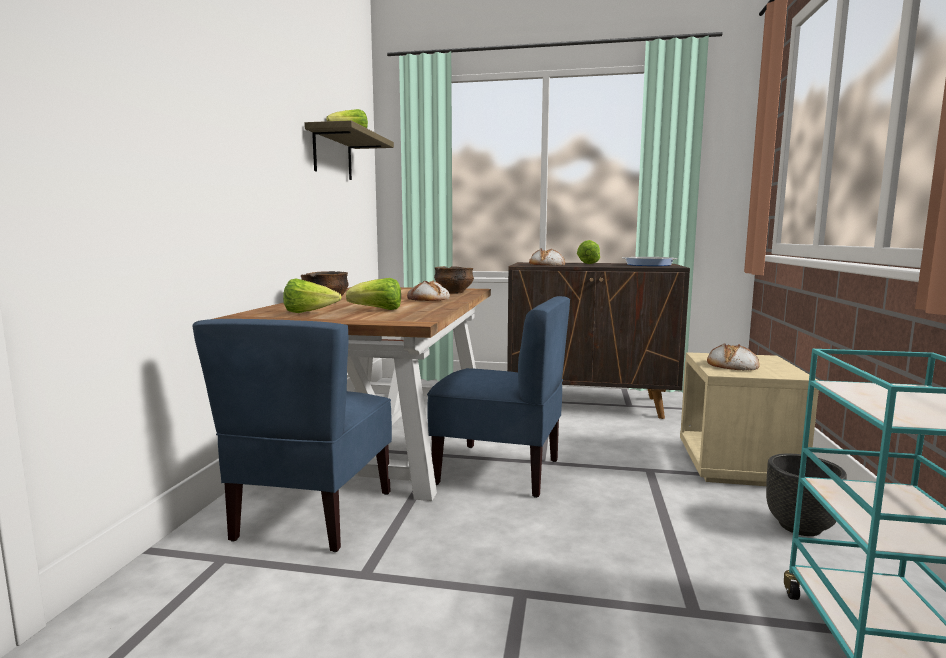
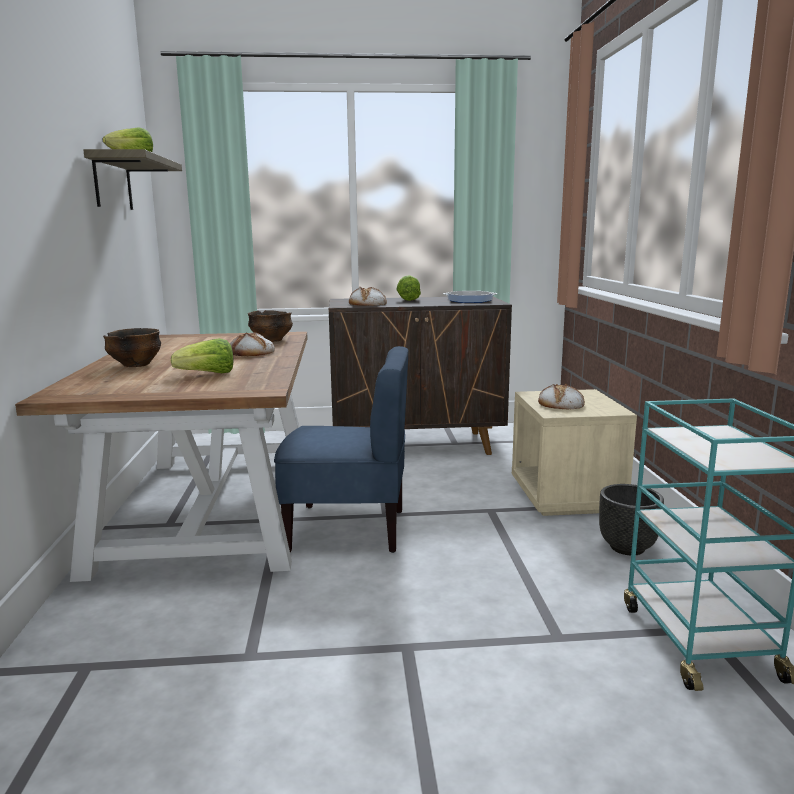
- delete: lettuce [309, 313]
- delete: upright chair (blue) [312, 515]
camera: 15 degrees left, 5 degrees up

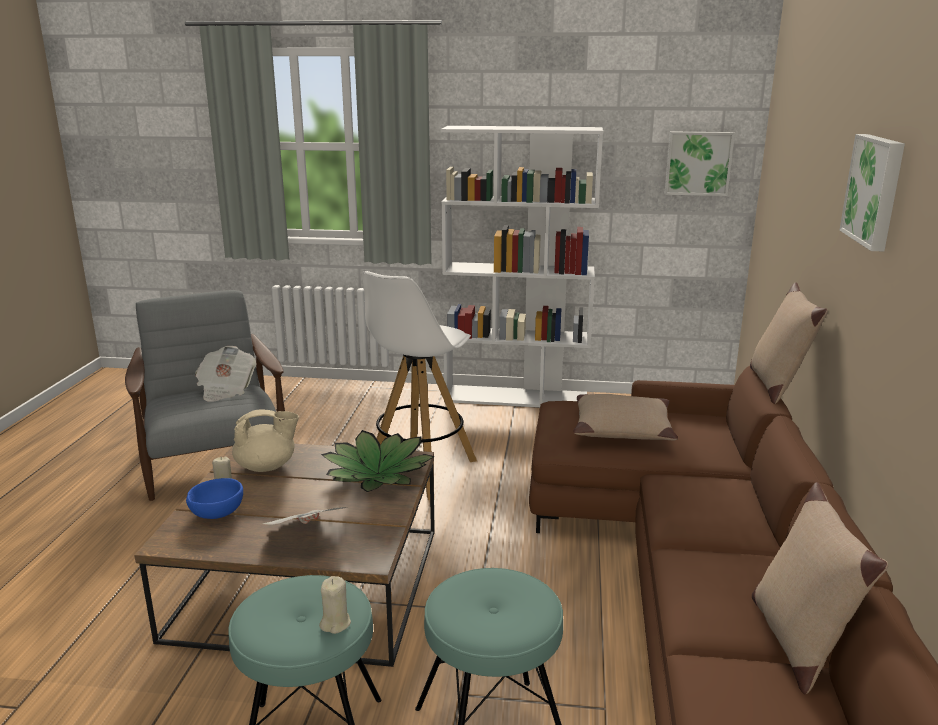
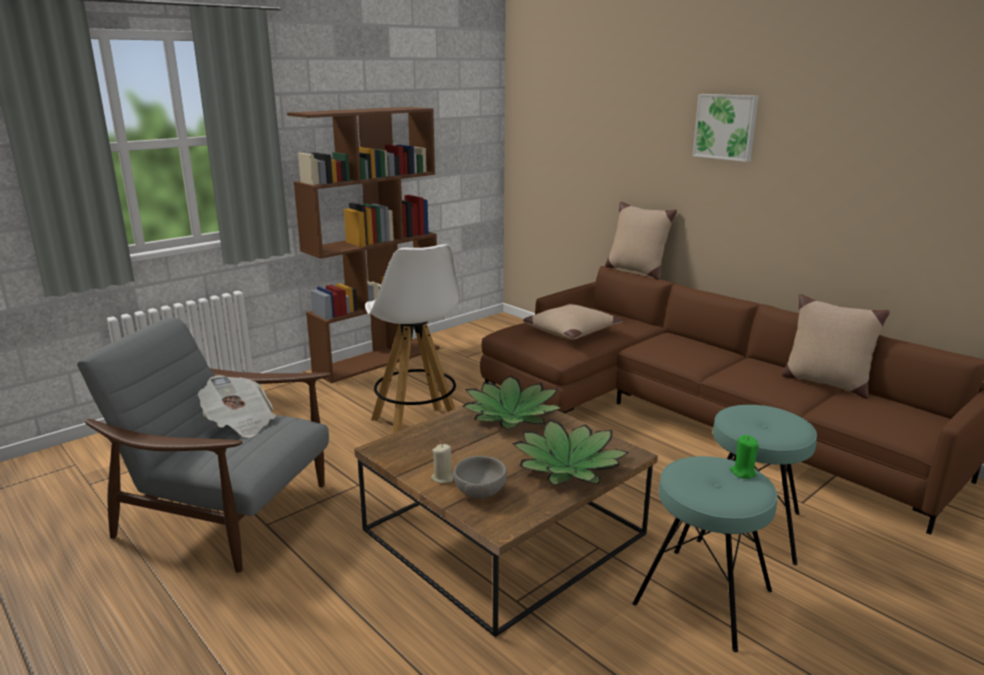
- recolor: shelving unit (white-coloured) [517, 397] to shelving unit (brownish) [378, 359]
- delete: wall art [698, 163]
- delete: teapot (beige-coloured) [267, 466]
- recolor: deep dish (blue) [218, 513] to deep dish (greyish) [481, 491]
- replace: newspaper [306, 535] to potted plant [568, 466]
- recolor: candle (beige-coloured) [335, 623] to candle (green-coloured) [743, 472]
camera: 50 degrees left, 0 degrees up

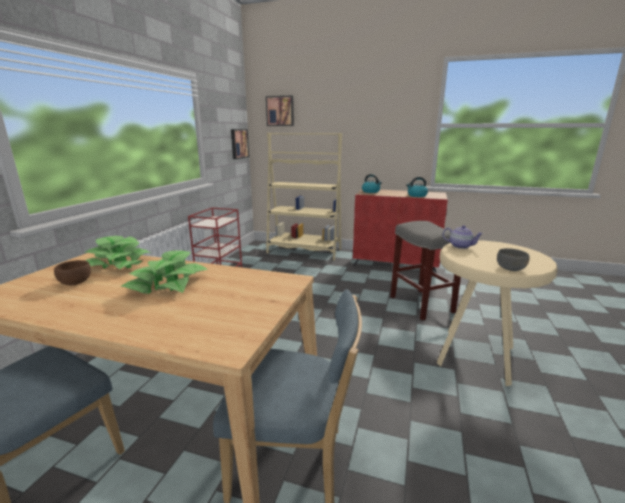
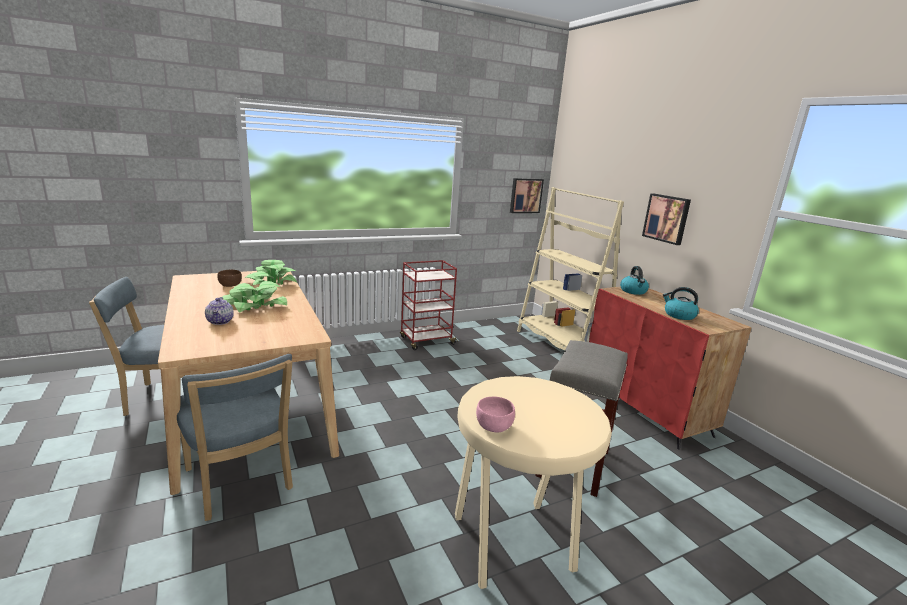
- move: wall art [280, 111] to [667, 218]
- move: teapot [460, 246] to [220, 321]
- recolor: deep dish (greyish) [511, 268] to deep dish (pinkish) [494, 426]
camera: 45 degrees right, 0 degrees up

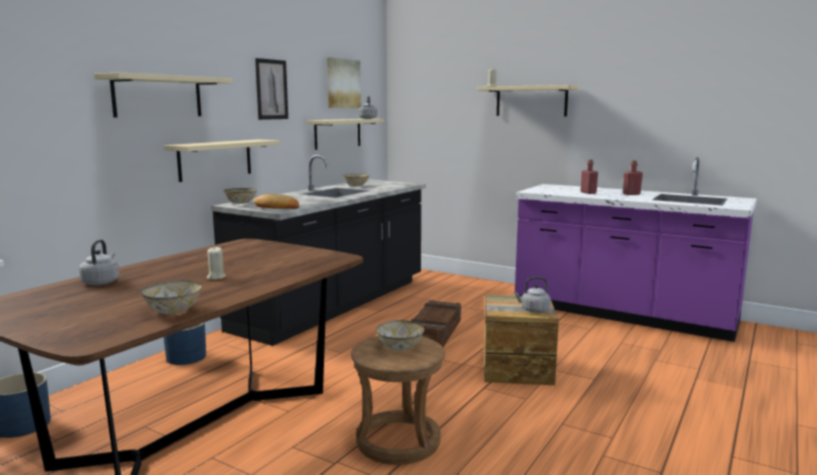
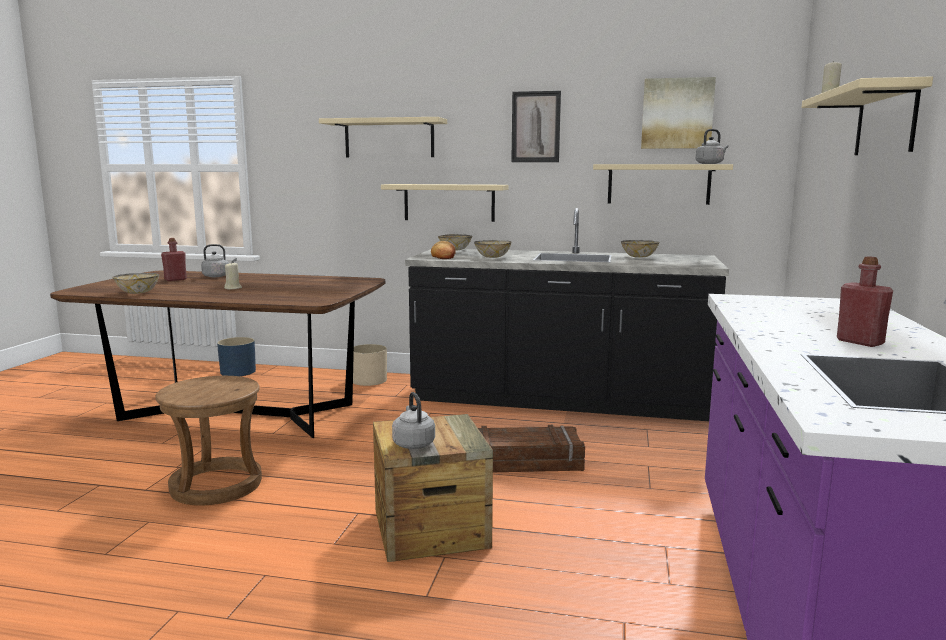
- move: bottle (reddish) [588, 192] to [175, 279]
- move: deep dish [400, 347] to [492, 257]
- recolor: planter (blue) [186, 357] to planter (beige-coloured) [369, 380]
camera: 70 degrees right, 0 degrees up

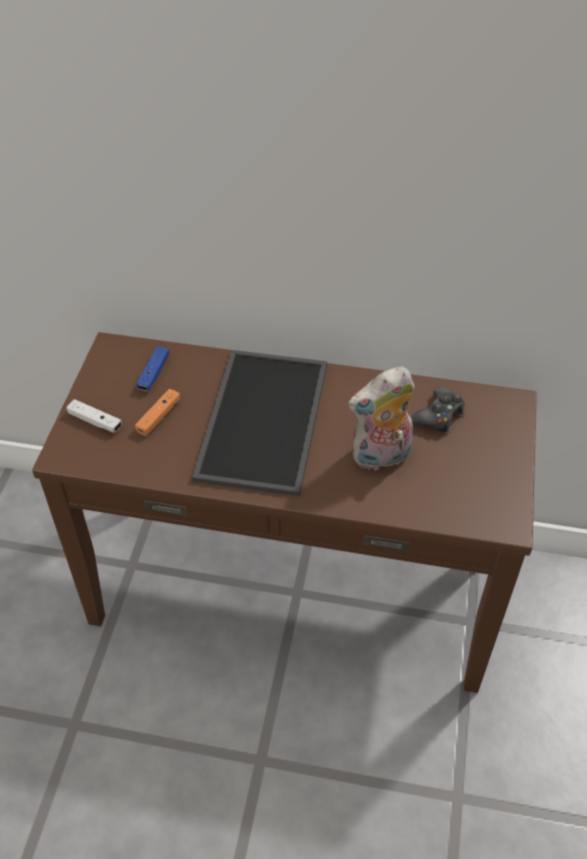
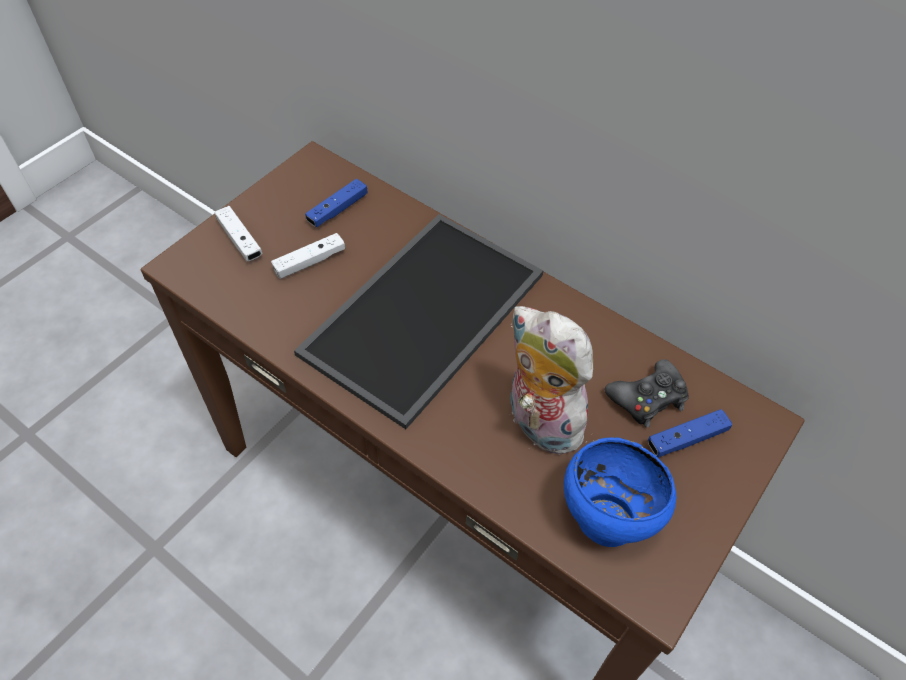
- rotate: cuddly toy [381, 457] = [538, 422] 45 degrees clockwise
- recolor: gamepad (orange) [159, 416] to gamepad (white-coloured) [310, 262]
- insert: gamepad (blue) [686, 439]
- insert: deep dish (blue) [605, 517]
camera: 25 degrees right, 5 degrees up

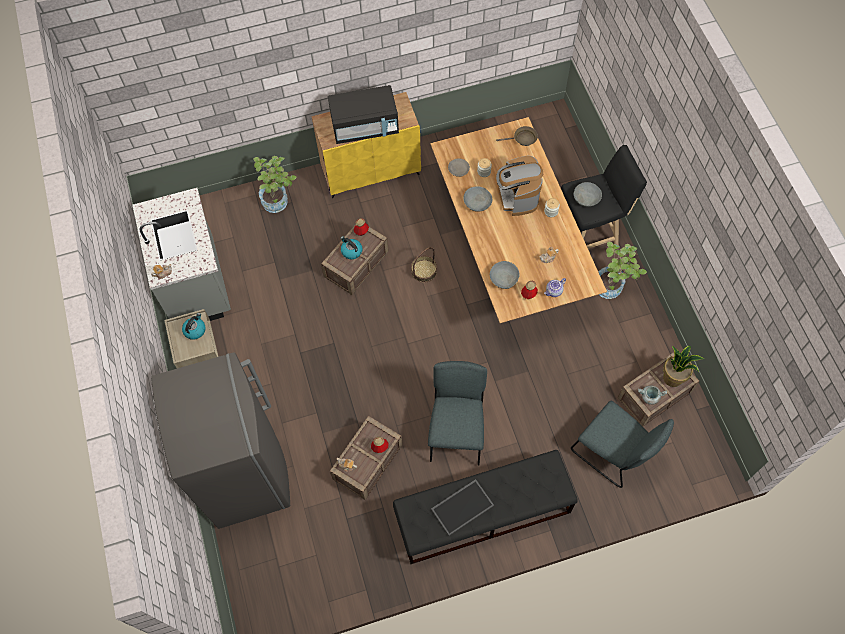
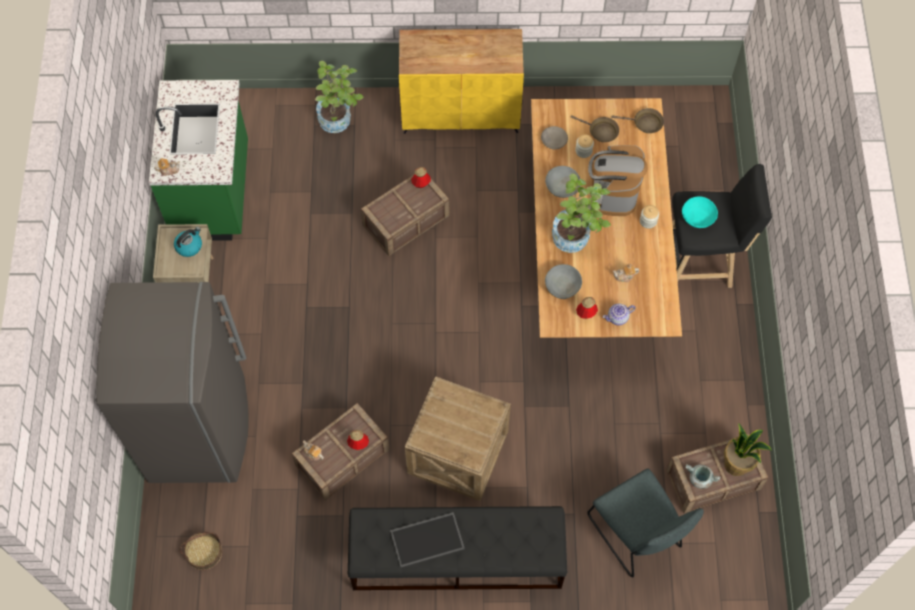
- delete: microwave oven (blackish) [365, 127]
- recolor: deep dish (greyish) [586, 199] to deep dish (turquoise-coloured) [698, 218]
- recolor: kitchen base unit (greyish) [197, 283] to kitchen base unit (green-coloured) [214, 192]
- delete: water kettle [351, 251]
- move: potted plant [612, 287] to [576, 239]
- move: storage basket [424, 271] to [204, 552]
- replace: upright chair (greyish) [456, 431] to shipping crate [459, 453]
- insert: frying pan (brownish) [601, 131]
camera: 15 degrees right, 0 degrees up

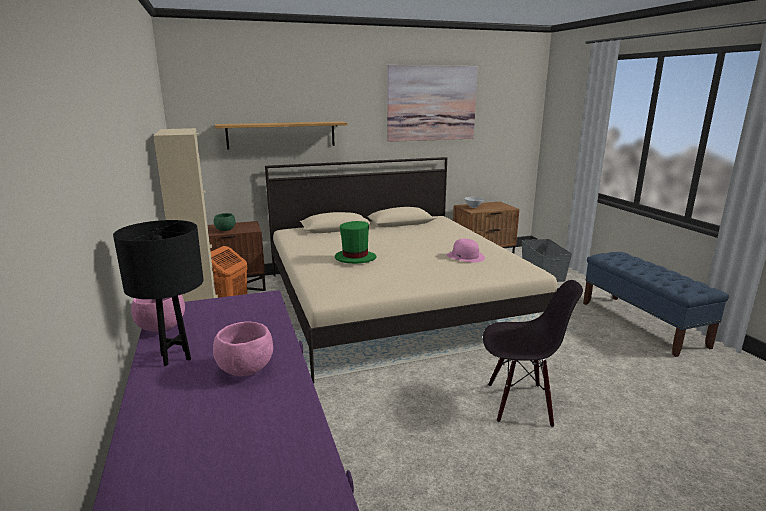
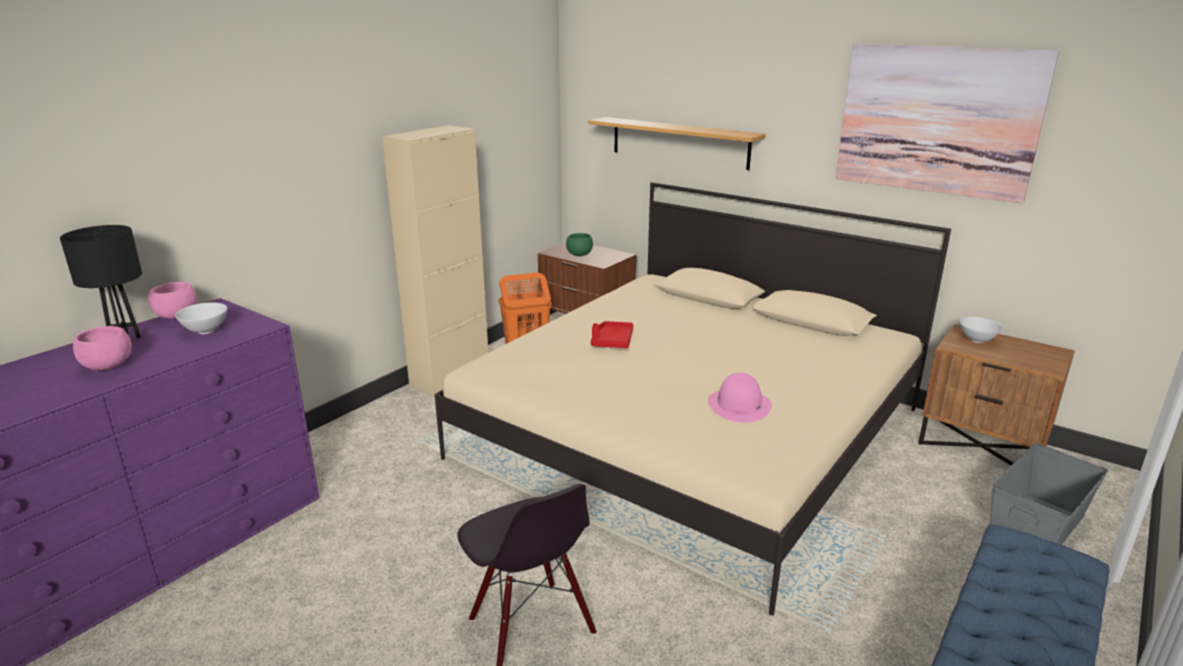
- replace: wearable hat (green-coloured) [355, 258] to serving tray (reddish) [612, 341]
- insert: deep dish (white-coloured) [206, 331]
camera: 55 degrees right, 5 degrees up

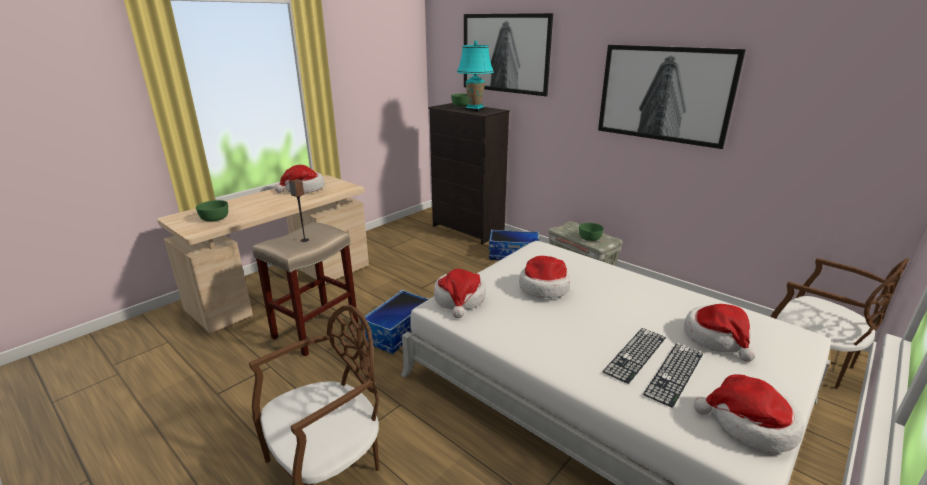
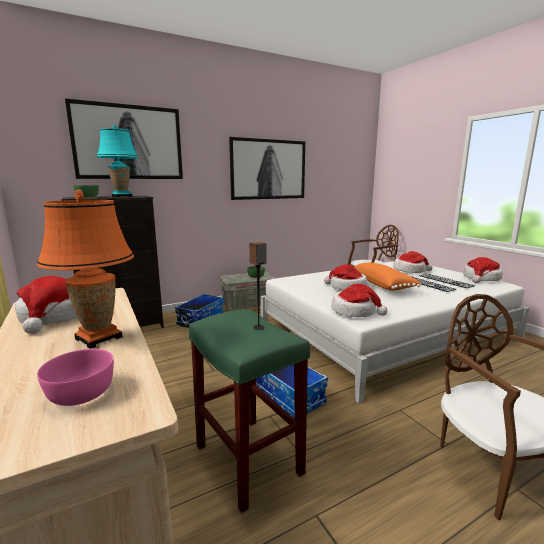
- recolor: deep dish (green-coloured) [214, 218] to deep dish (pinkish) [82, 393]
- recolor: sitting stool (beige-coloured) [315, 331] to sitting stool (green-coloured) [249, 460]
- insert: tabletop lamp (orange) [99, 338]
- insert: cushion (orange) [383, 285]
camera: 70 degrees left, 10 degrees down

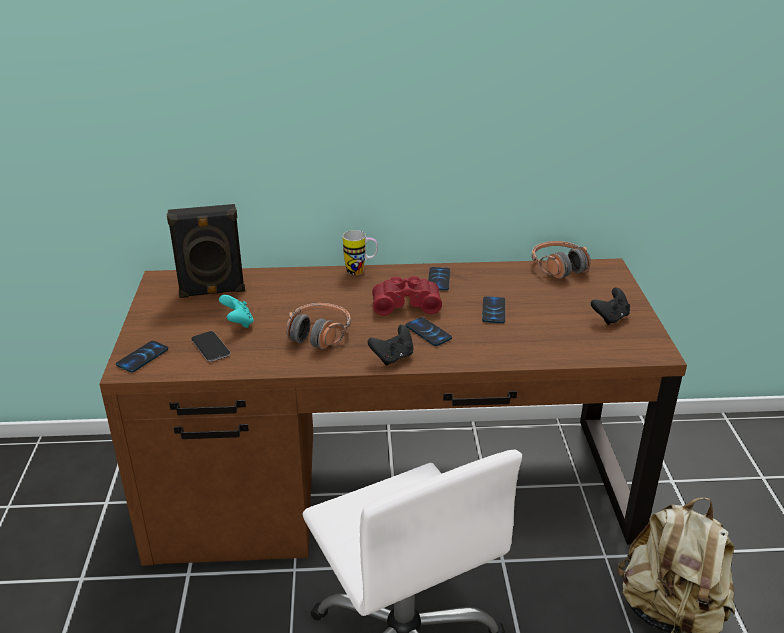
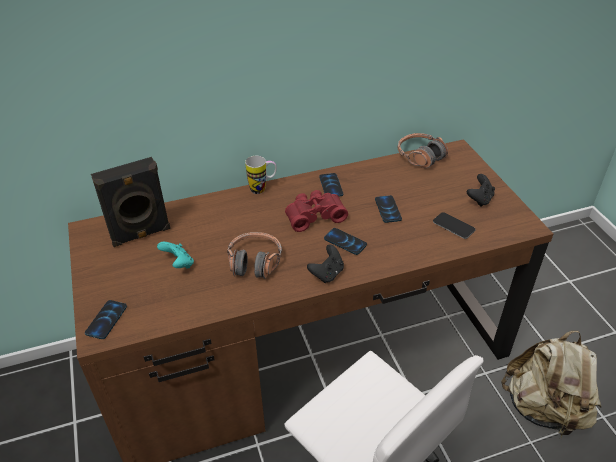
- move: phone [210, 347] to [453, 226]
camera: 15 degrees left, 10 degrees up

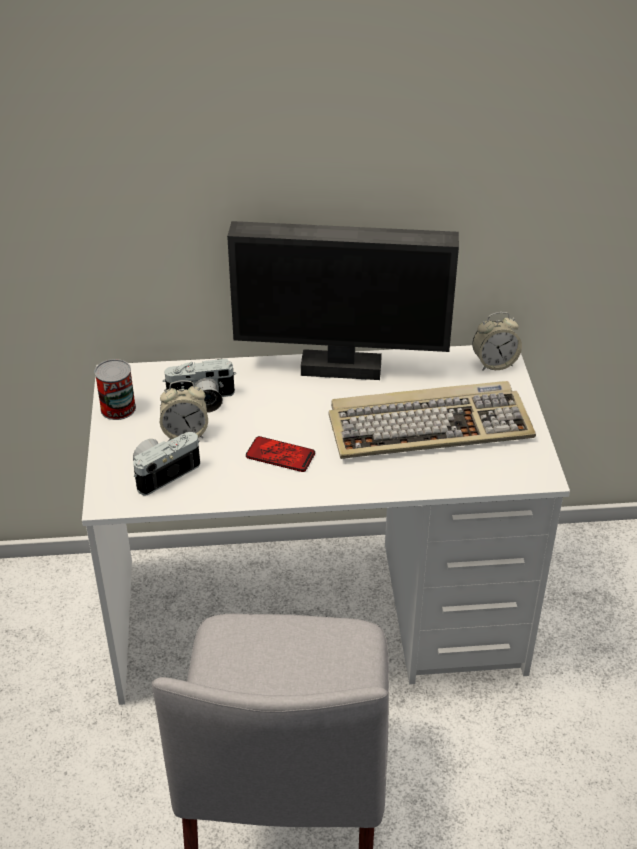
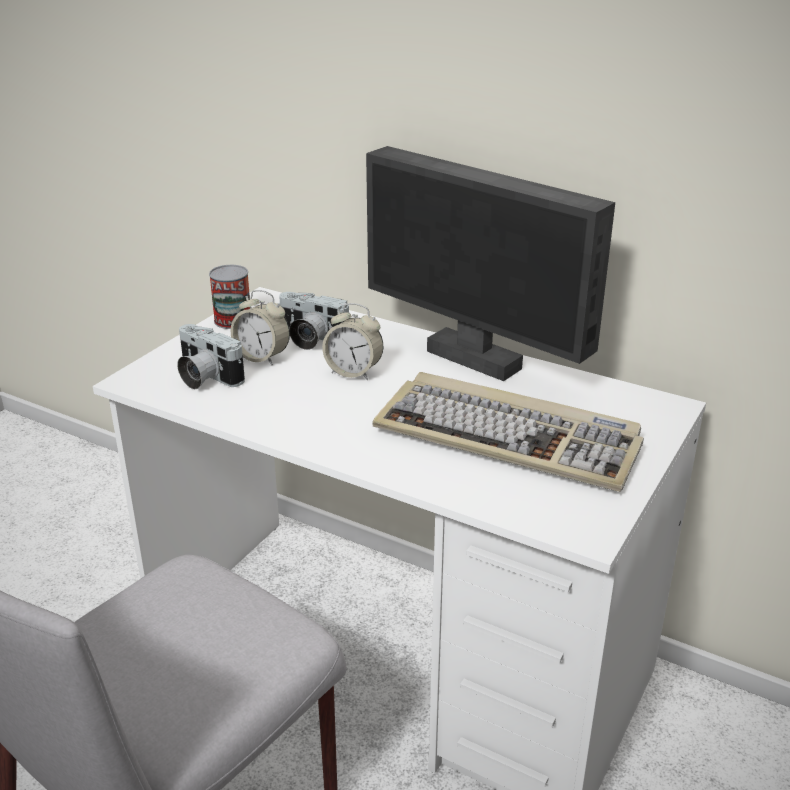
- move: table clock [494, 363] to [353, 372]
- rotate: photo camera [163, 471] = [205, 377] 135 degrees counterclockwise
- delete: phone [280, 455]
camera: 35 degrees right, 10 degrees down

